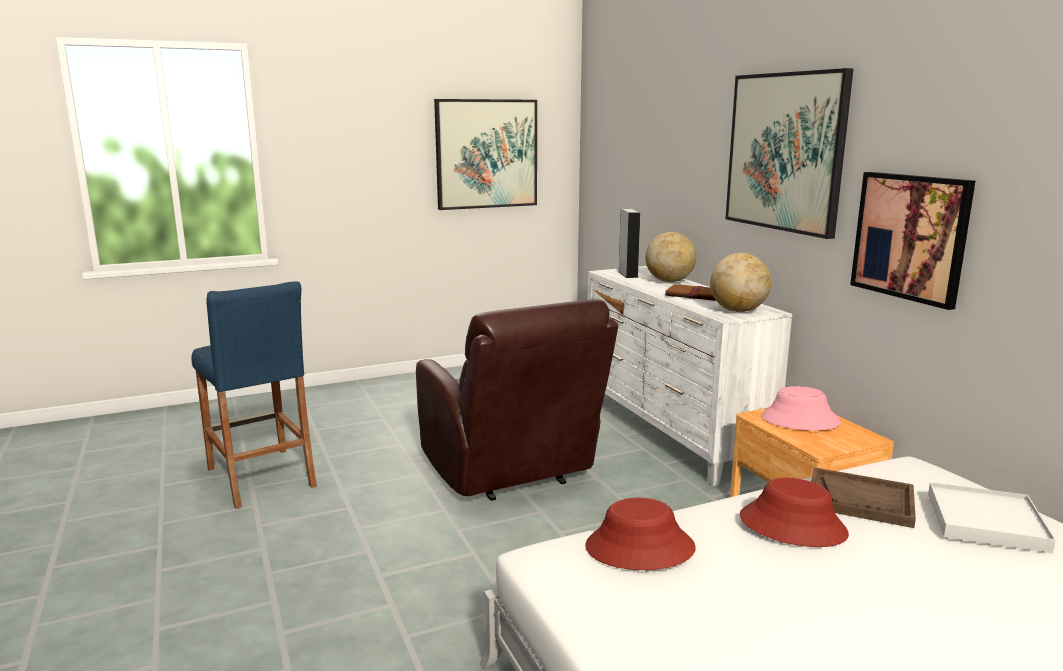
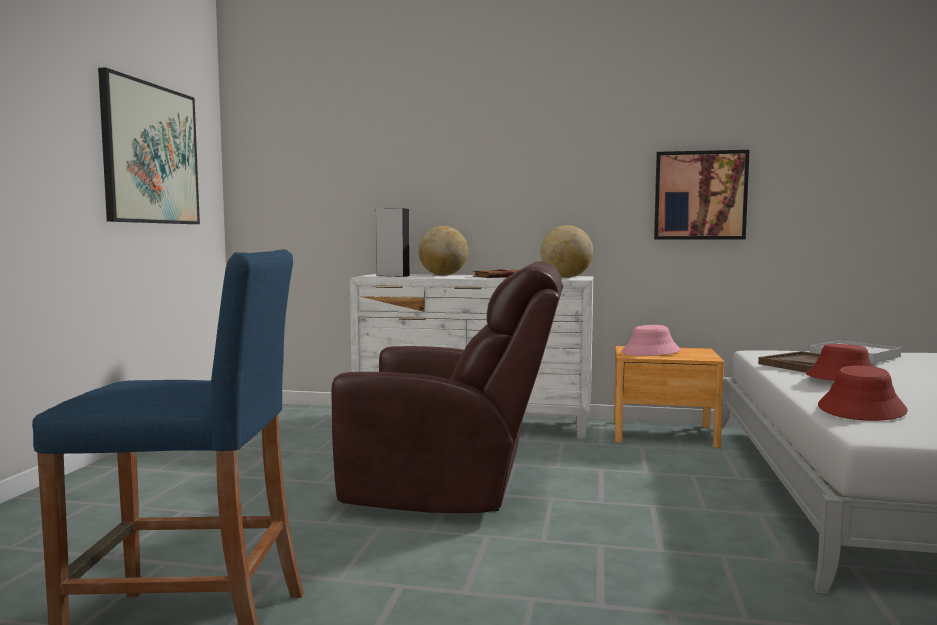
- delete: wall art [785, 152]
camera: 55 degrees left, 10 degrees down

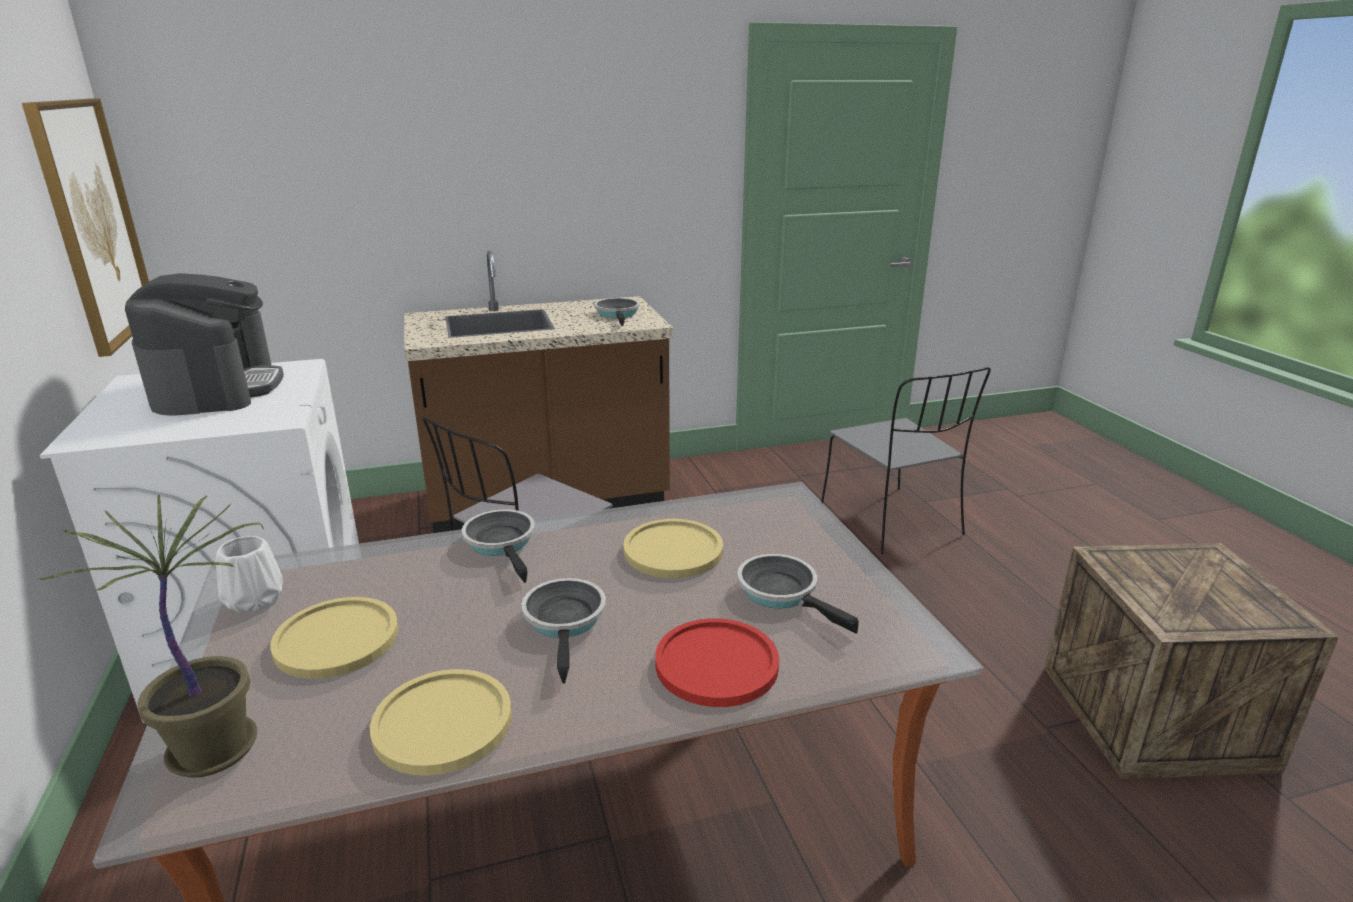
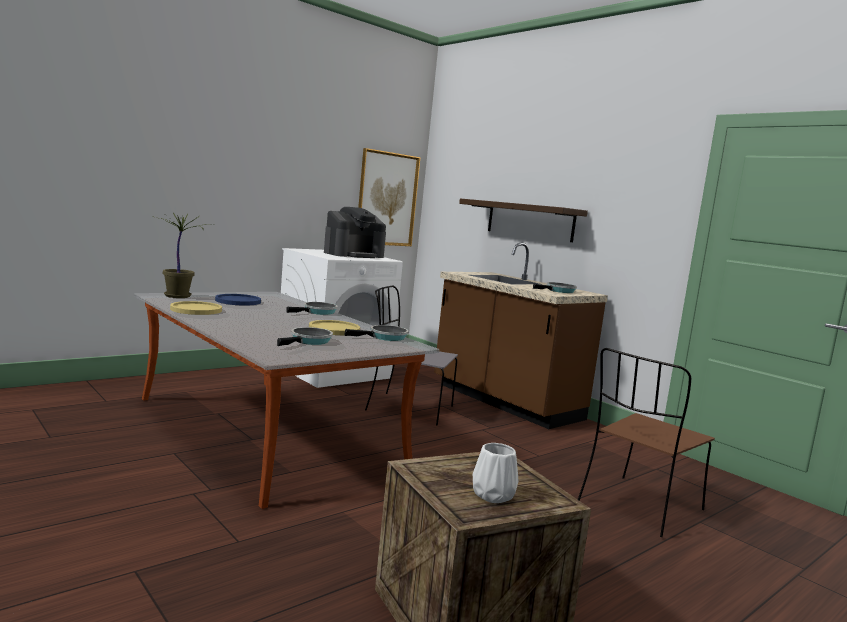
- recolor: upright chair (greyish) [892, 521] to upright chair (brownish) [639, 506]
- move: vase (white-coloured) [256, 599] to [494, 495]
- move: frying pan [565, 622] to [385, 337]
- recolor: flat dish (yellow) [336, 639] to flat dish (blue) [238, 301]
- delete: flat dish (reddish) [716, 664]
- insert: wall shelf [530, 221]
camera: 65 degrees right, 15 degrees down

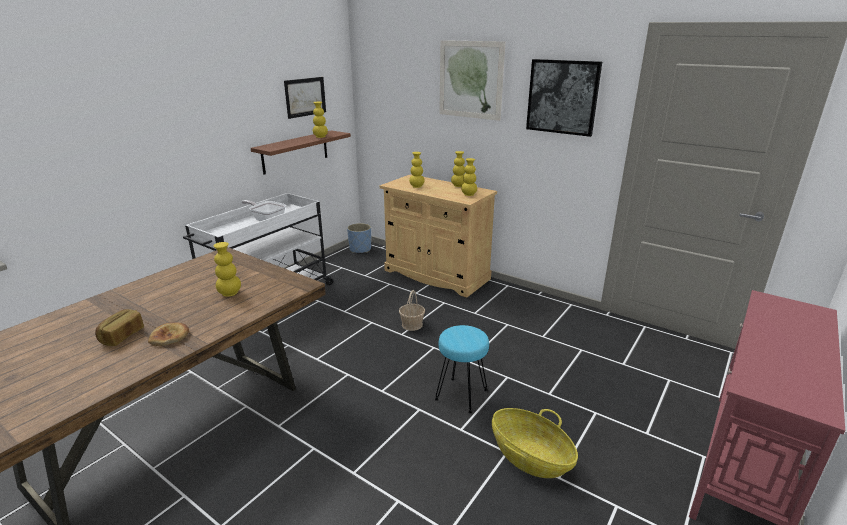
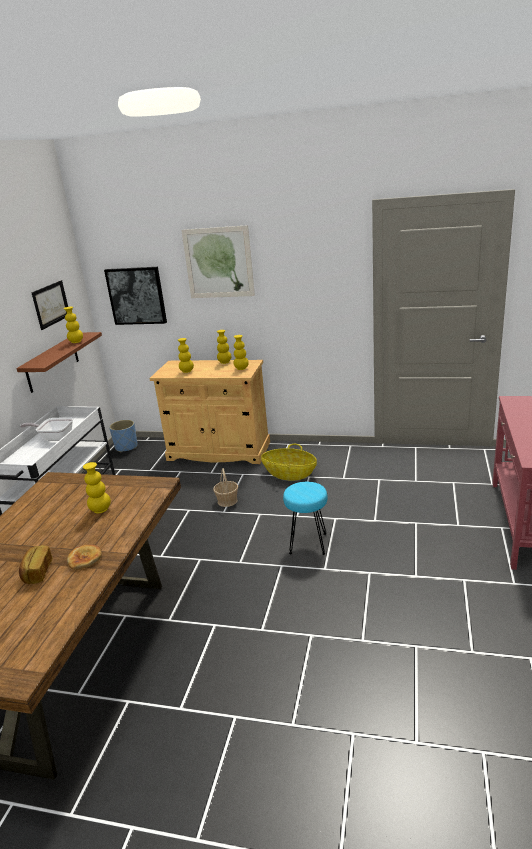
- move: wall art [562, 97] to [136, 296]
- move: storage basket [530, 457] to [289, 474]
camera: 20 degrees left, 0 degrees up

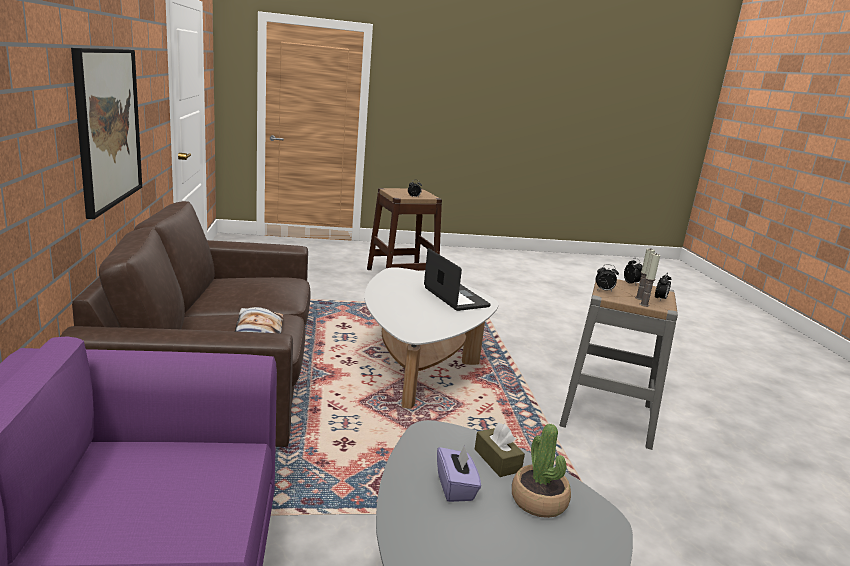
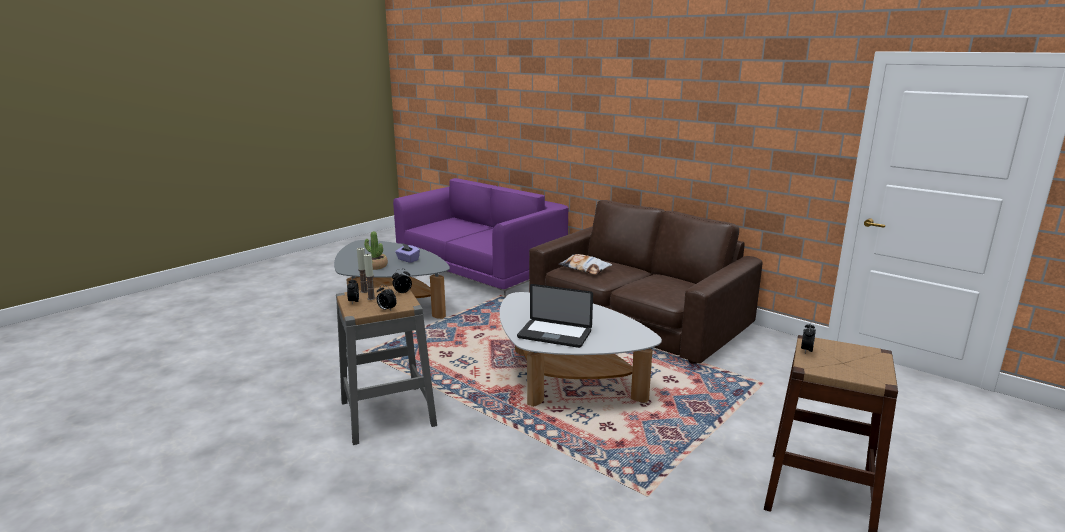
- delete: wall art [108, 128]
- delete: tissue holder (brownish) [497, 460]
camera: 140 degrees right, 0 degrees up

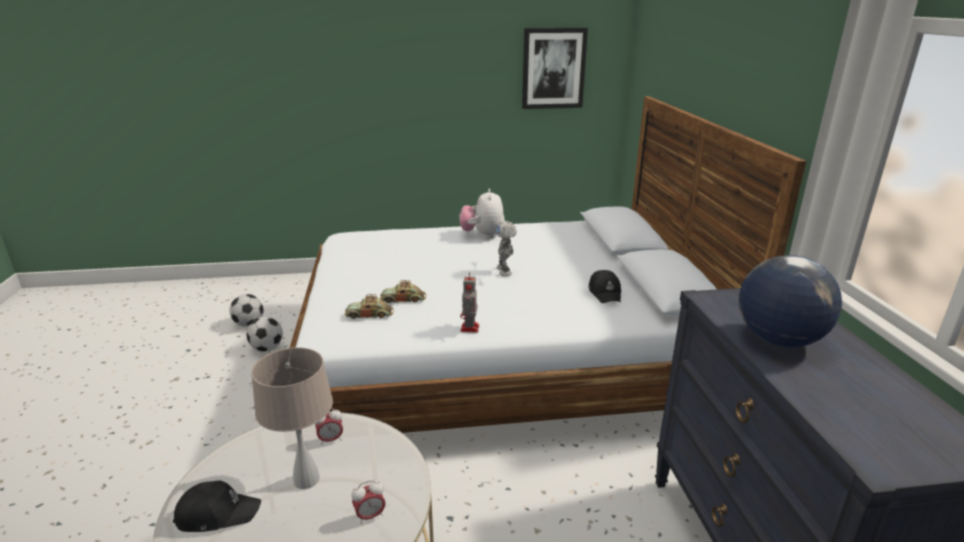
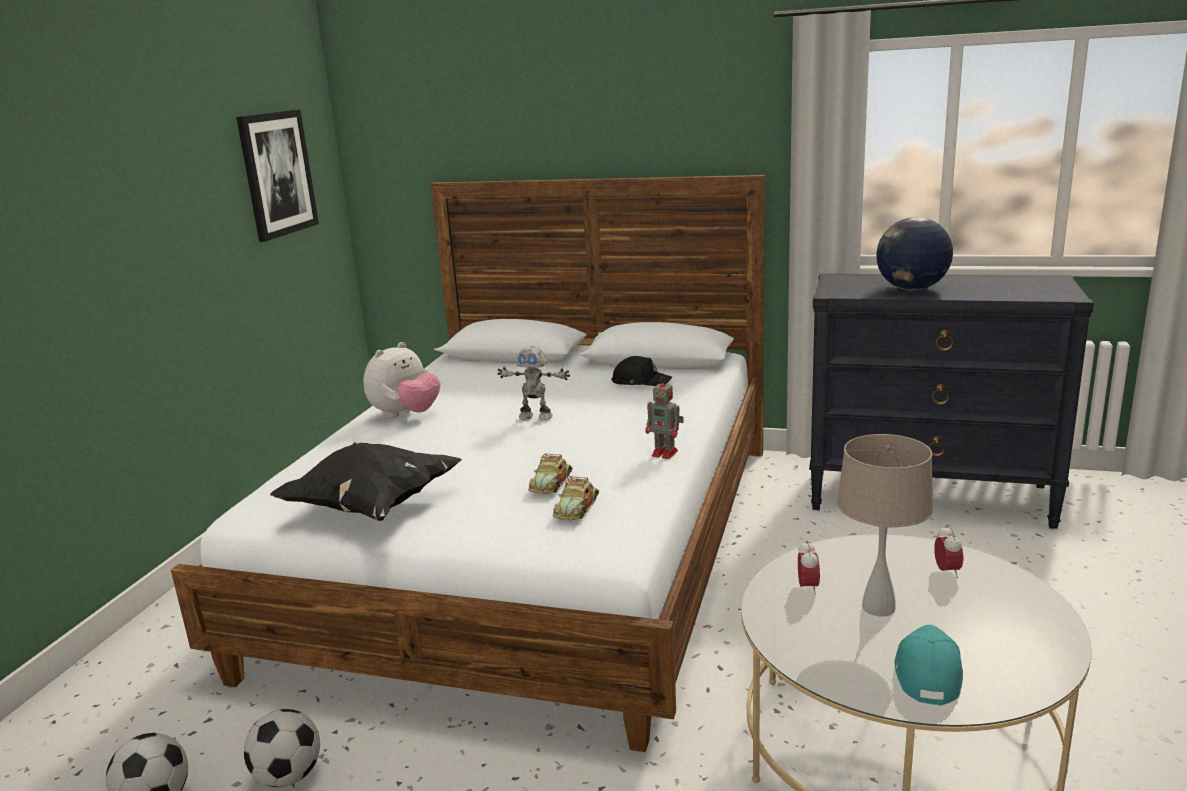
- rotate: cuddly toy [482, 235] = [406, 415] 75 degrees counterclockwise
- recolor: baseball cap (blackish) [217, 513] to baseball cap (turquoise-coloured) [926, 672]
- insert: cushion (blackish) [371, 506]
camera: 65 degrees left, 5 degrees down

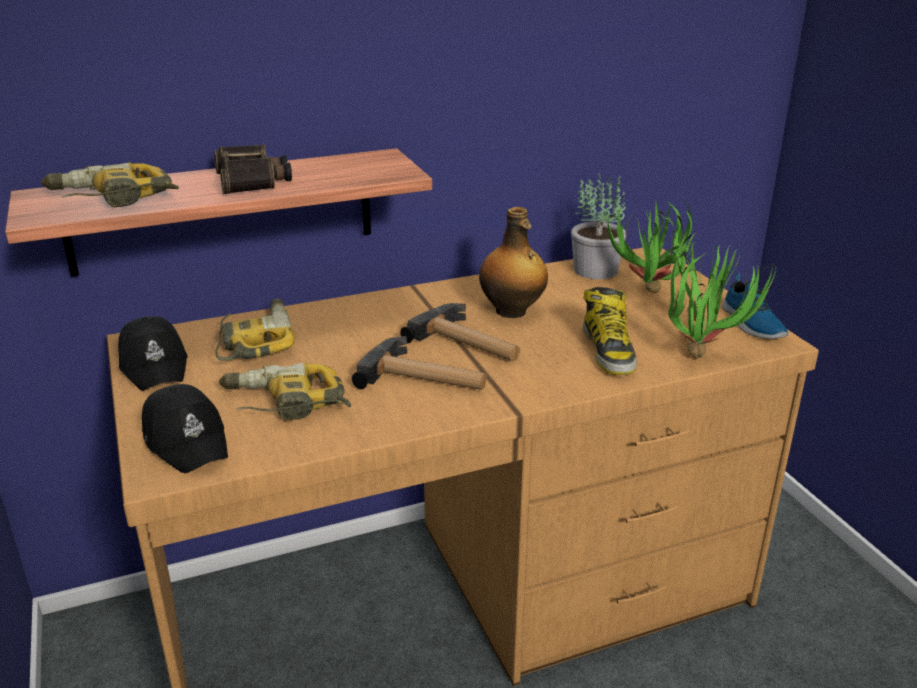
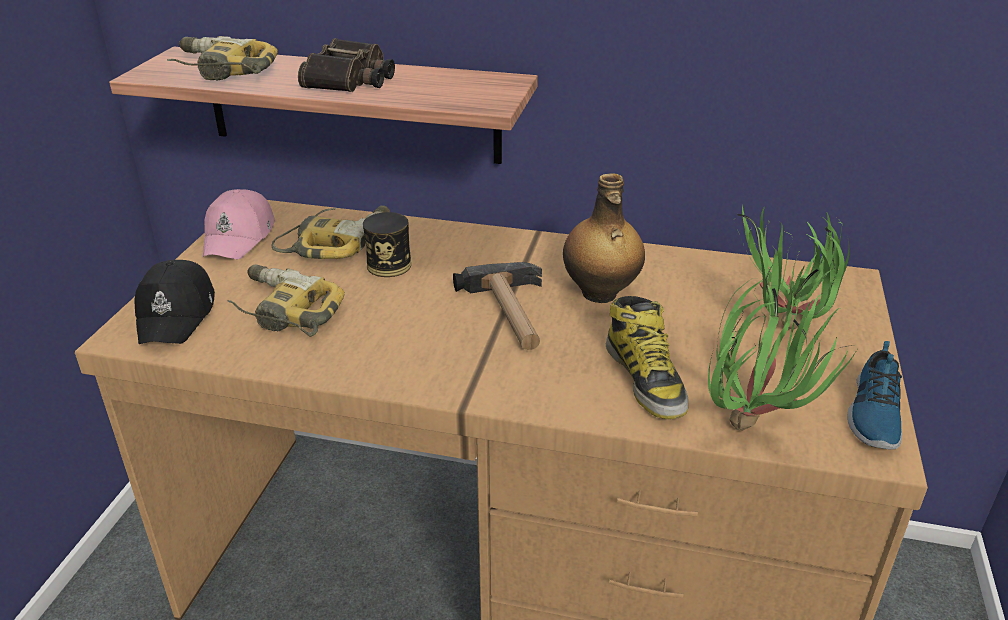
- delete: potted plant [595, 269]
- rotate: high-top boot [608, 351] = [646, 378] 45 degrees counterclockwise
- recolor: baseball cap (blackish) [155, 365] to baseball cap (pinkish) [240, 236]
- delete: hammer [425, 378]
- insert: can [389, 265]
camera: 35 degrees right, 5 degrees up

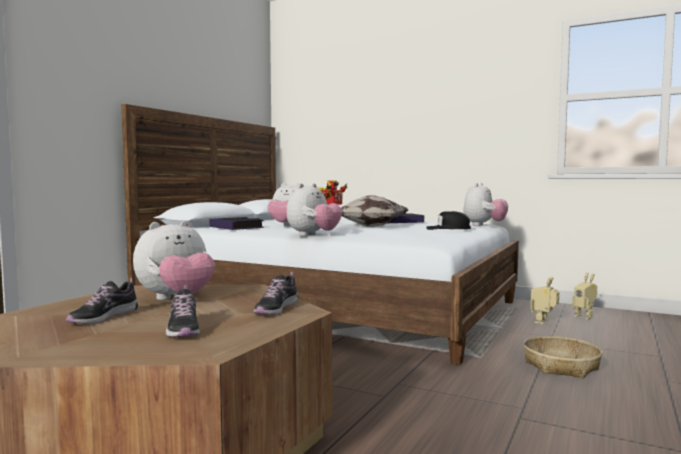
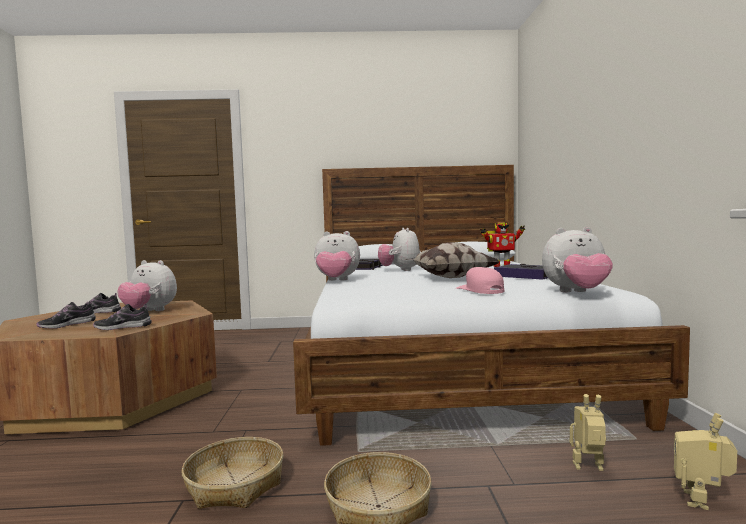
- recolor: baseball cap (blackish) [448, 229] to baseball cap (pinkish) [480, 290]
- insert: storage basket [234, 485]
camera: 60 degrees right, 0 degrees up

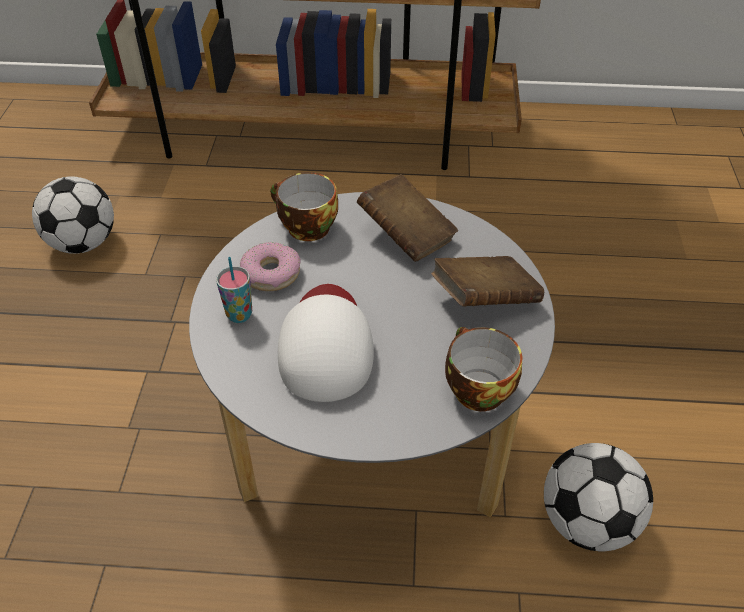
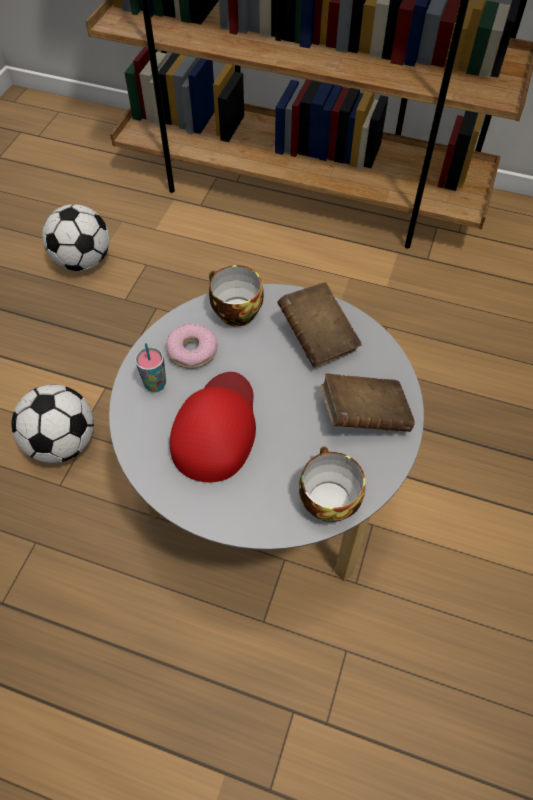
- recolor: baseball cap (white-coloured) [326, 344] to baseball cap (reddish) [216, 428]
- move: ball for football [587, 522] to [63, 443]
camera: 15 degrees right, 10 degrees up

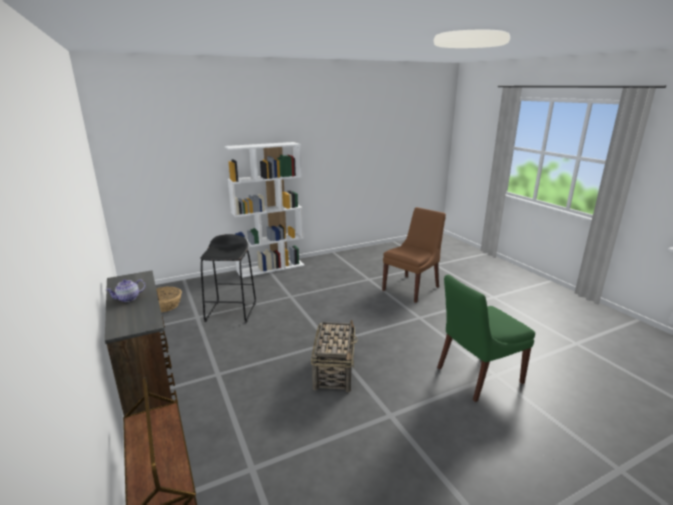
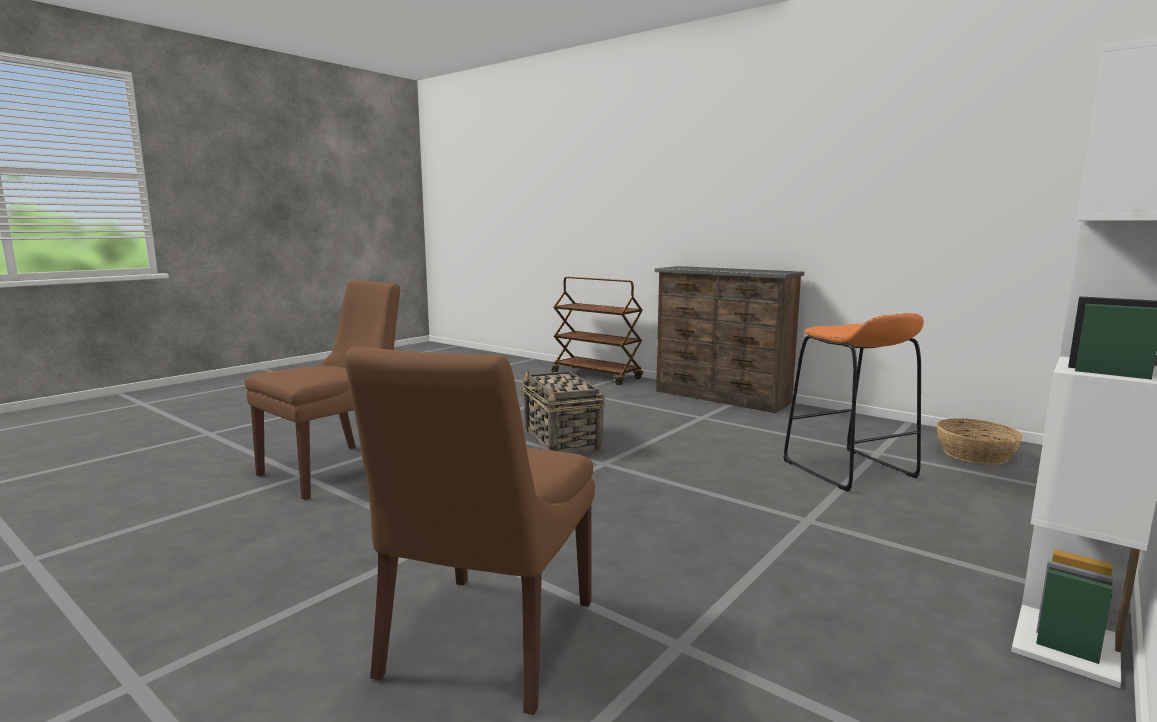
- recolor: sitting stool (blackish) [231, 311] to sitting stool (orange) [848, 469]
- recolor: upright chair (green-coloured) [477, 376] to upright chair (brownish) [336, 469]
- delete: teapot [128, 299]
camera: 155 degrees right, 10 degrees down

